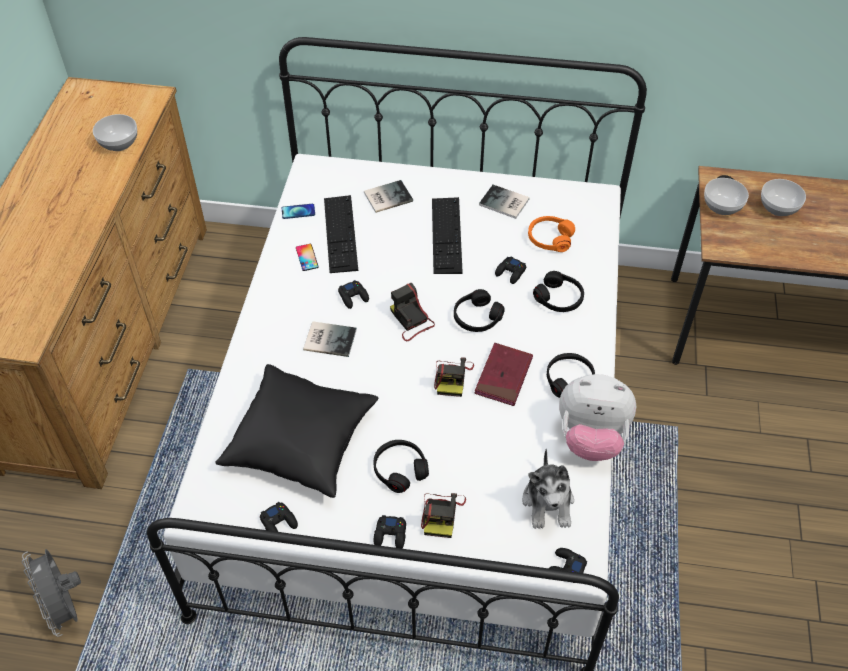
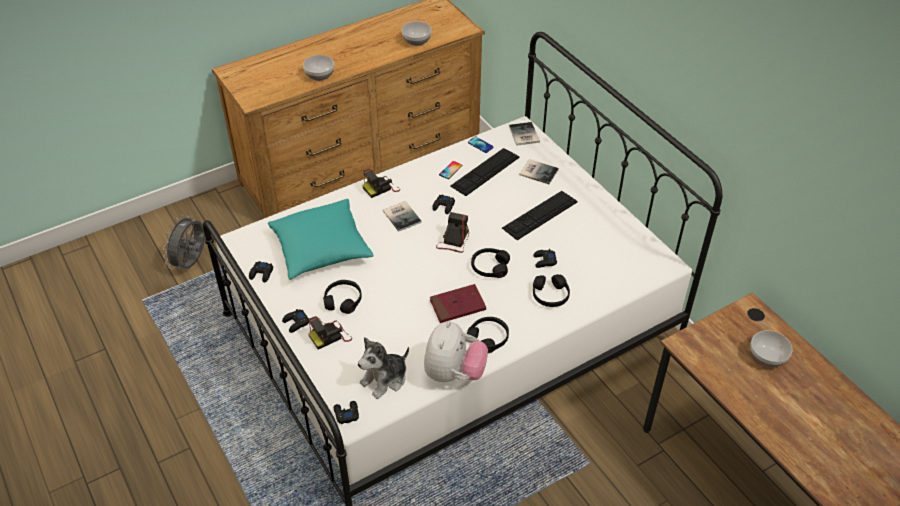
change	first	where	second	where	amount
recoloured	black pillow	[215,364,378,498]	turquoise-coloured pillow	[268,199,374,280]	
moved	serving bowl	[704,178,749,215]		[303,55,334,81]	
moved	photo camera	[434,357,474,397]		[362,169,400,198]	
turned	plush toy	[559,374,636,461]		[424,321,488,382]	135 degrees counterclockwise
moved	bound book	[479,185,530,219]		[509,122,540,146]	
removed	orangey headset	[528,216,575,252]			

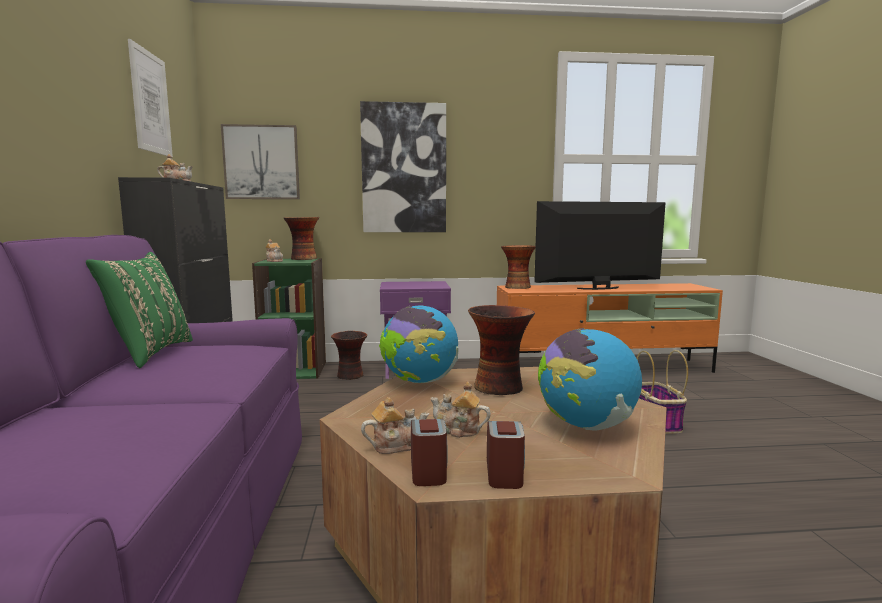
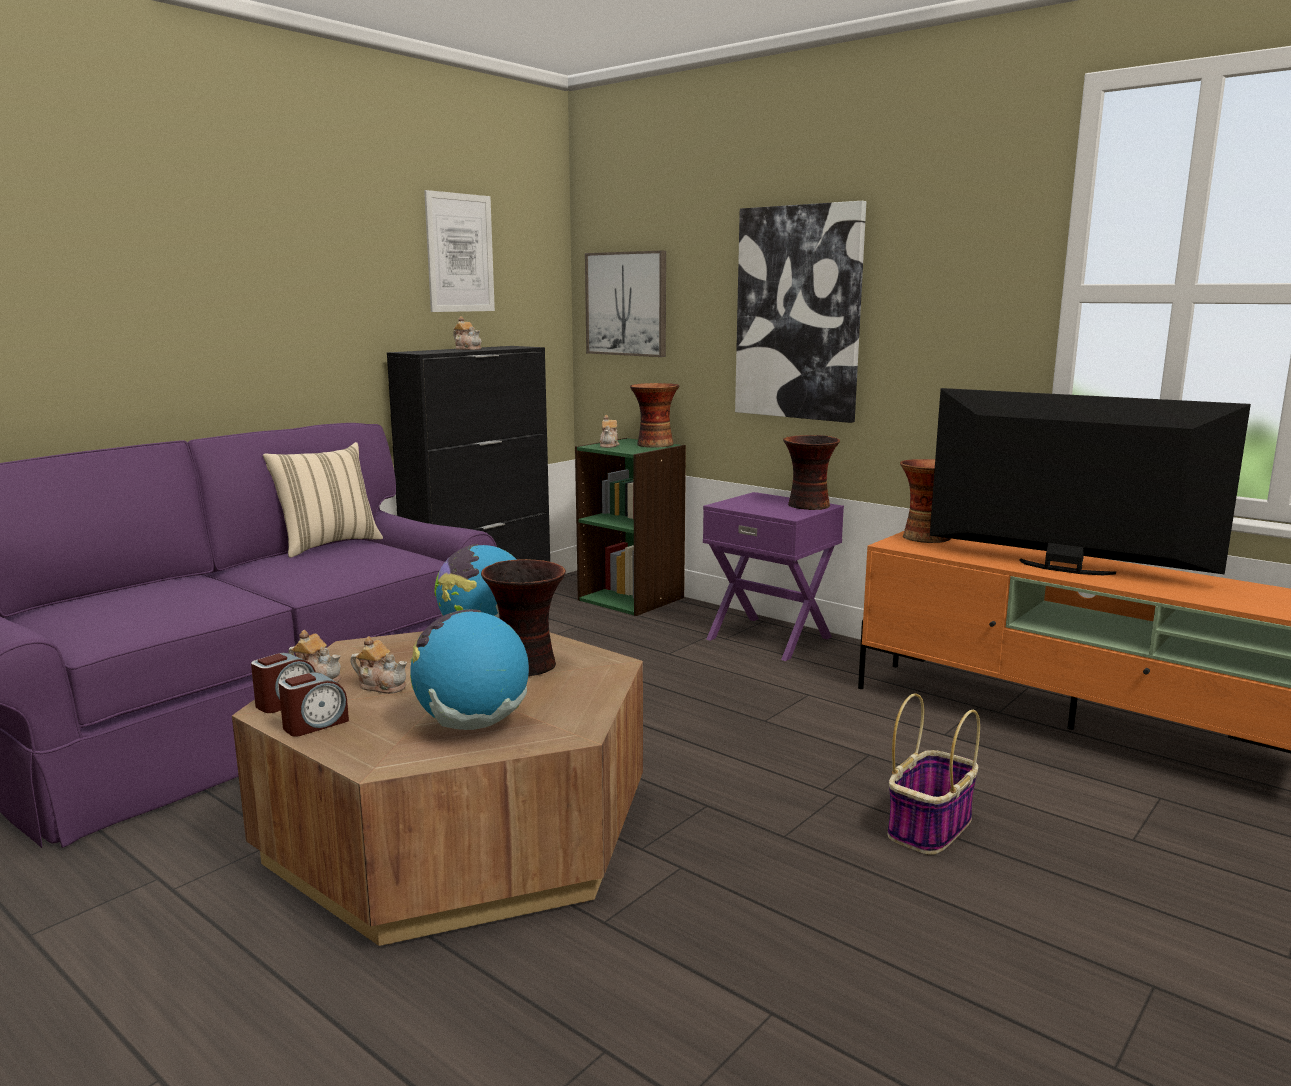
change	first	where	second	where	amount
recoloured	green pillow	[86,252,193,368]	beige-coloured pillow	[263,442,383,558]	
turned	tea pot	[431,381,491,438]		[350,636,407,694]	135 degrees clockwise
moved	decorative vase	[331,331,367,380]		[783,435,840,510]	

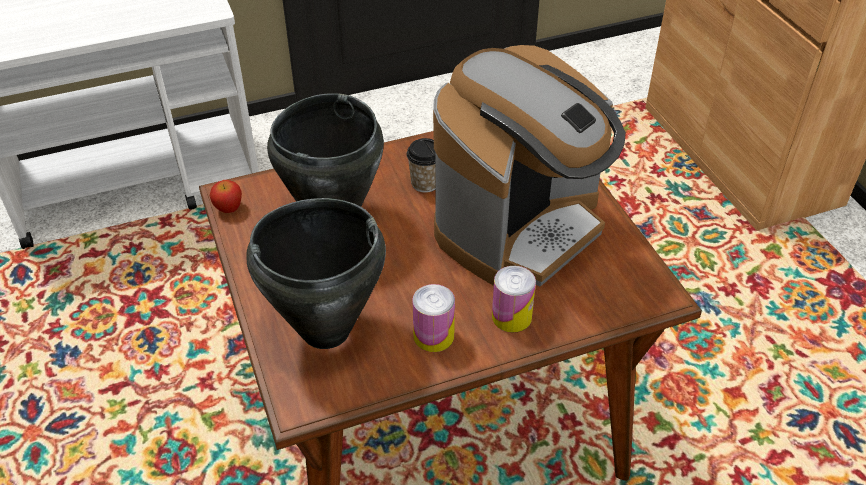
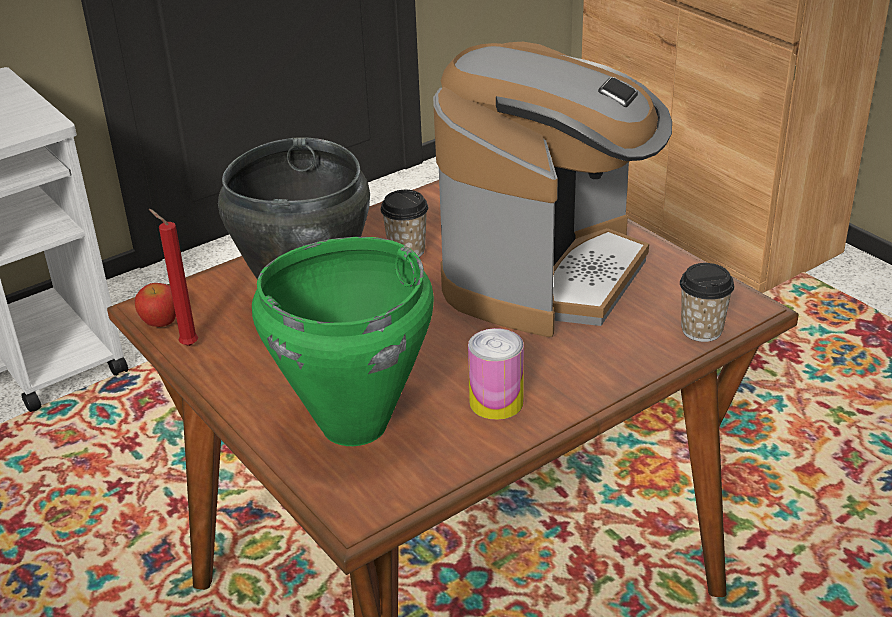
change	first	where	second	where	amount
added			red wax candle	[149,209,198,346]	
recoloured	black cooking pot	[246,198,386,349]	green cooking pot	[252,237,434,446]	
added			drinking cup	[680,263,734,342]	
removed	can	[492,266,536,333]			

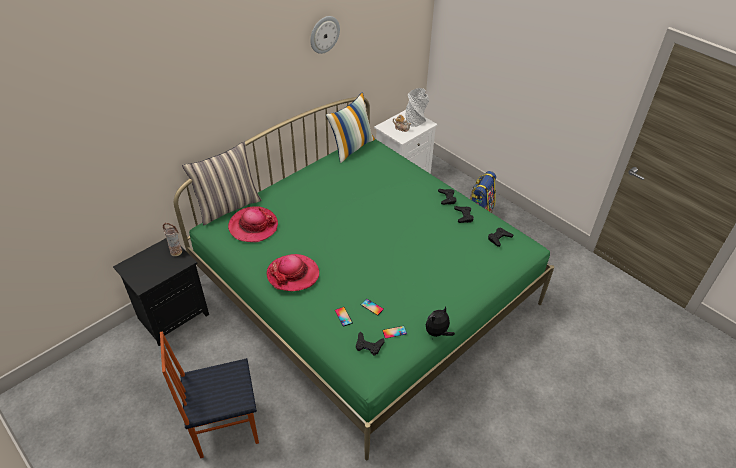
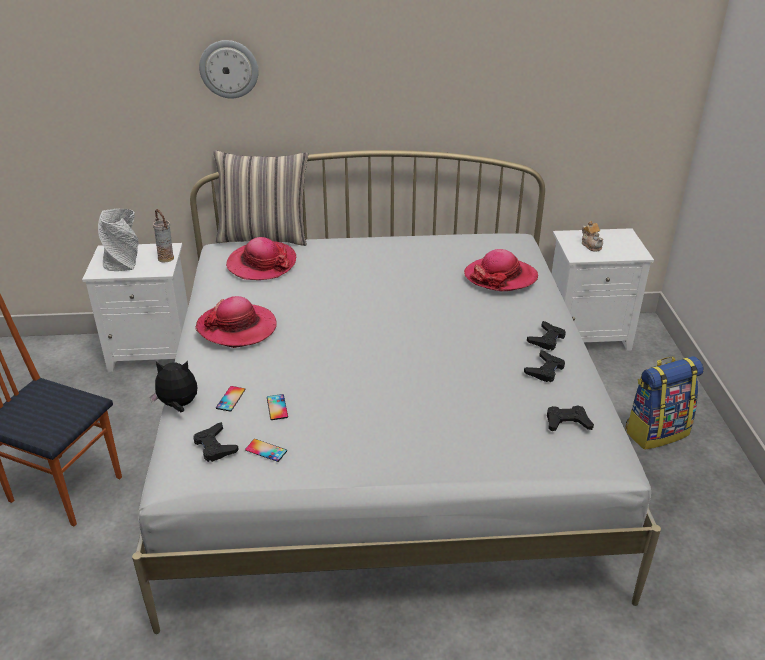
change	first	where	second	where	amount
recoloured	black night table	[113,238,209,346]	white-coloured night table	[82,243,188,372]	
moved	gray decorative vase	[406,88,429,127]		[98,209,139,271]	
recoloured	green sleeping bed	[174,97,554,460]	white-coloured sleeping bed	[132,150,661,634]	
moved	plush toy	[426,306,455,339]		[150,361,197,412]	
moved	wall clock	[310,16,340,54]		[199,40,258,99]	
added			hat	[464,249,538,291]	
removed	pillow	[326,92,375,163]			

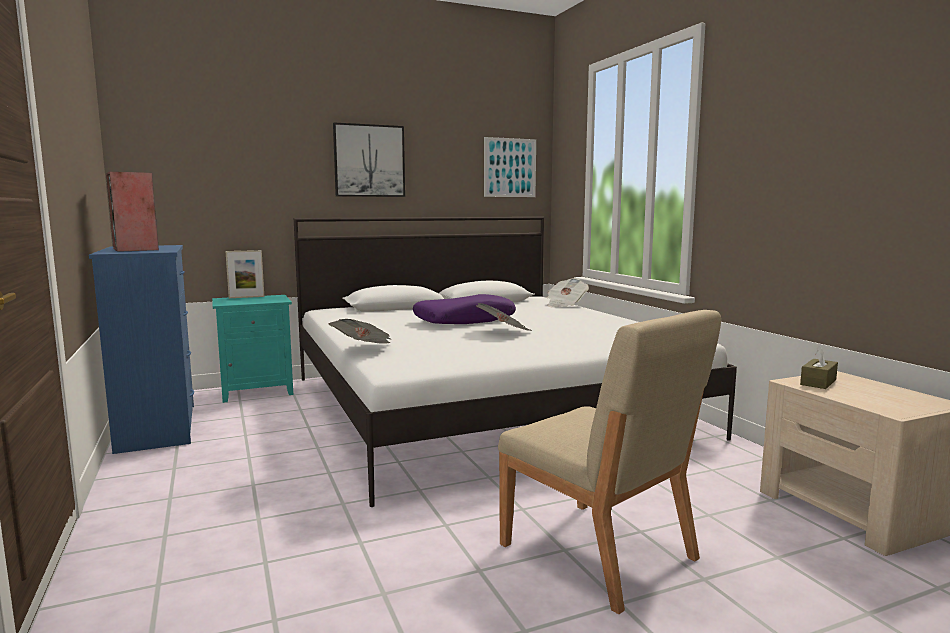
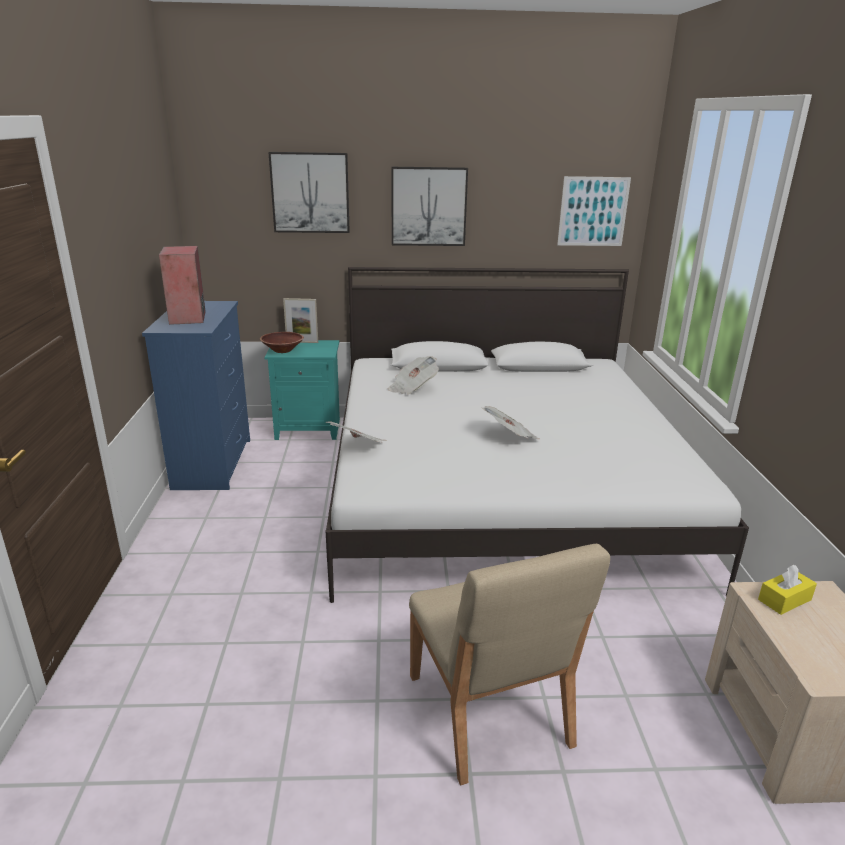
change	first	where	second	where	amount
added			brown-coloured serving bowl	[260,332,304,353]	
added			picture	[268,152,350,233]	
moved	newspaper	[547,278,589,308]		[388,356,439,395]	
recoloured	brown-coloured box of tissues	[800,346,838,389]	yellow box of tissues	[758,564,817,615]	
removed	purple pillow	[413,294,516,324]			

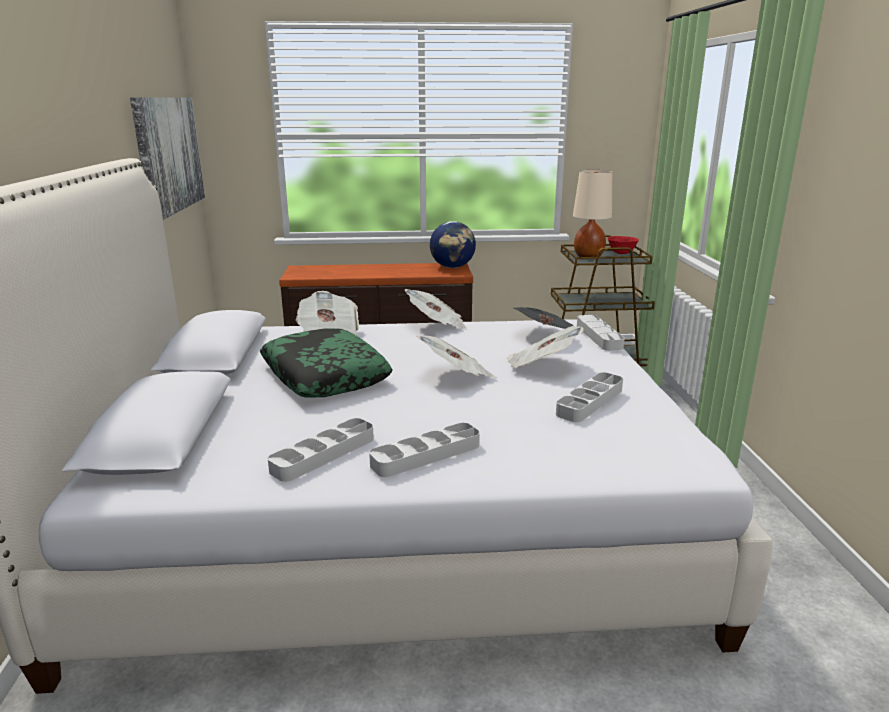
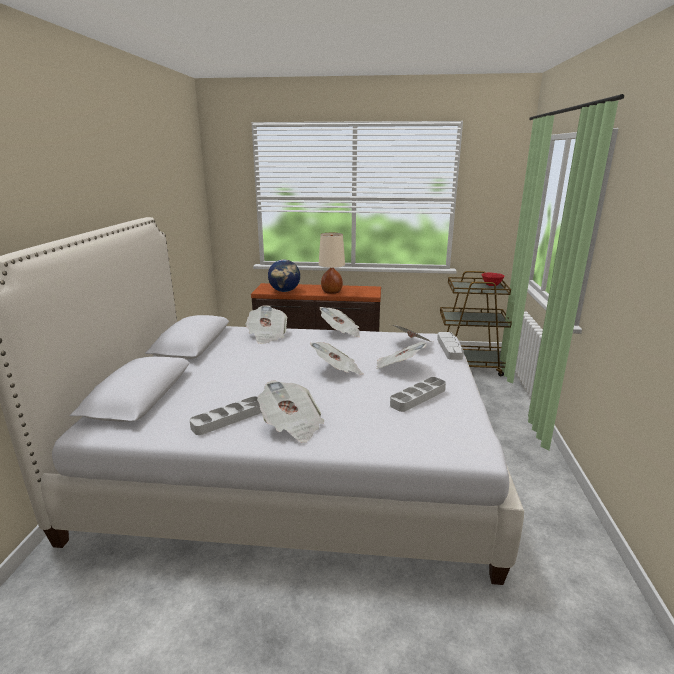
change	first	where	second	where	amount
replaced	gray carrying tray	[369,423,480,477]	newspaper	[257,380,324,443]	
moved	world globe	[430,221,476,268]		[268,259,300,292]	
moved	beige-coloured table lamp	[573,170,612,257]		[319,233,345,294]	
removed	picture	[130,97,205,220]			
removed	pillow	[260,328,393,398]			

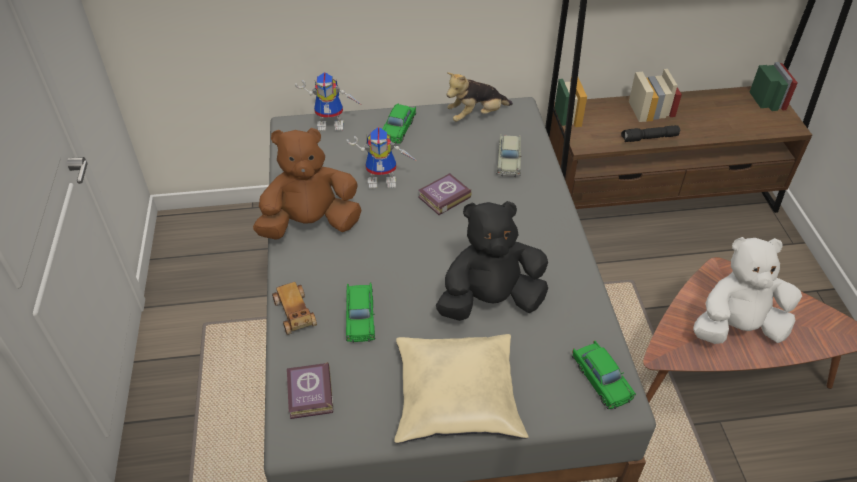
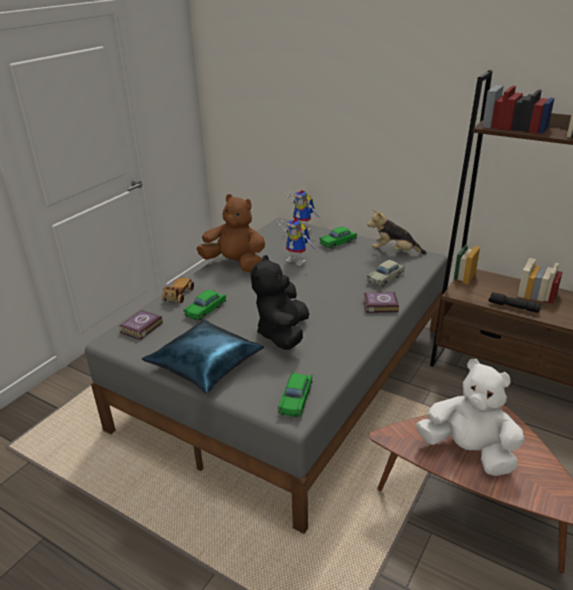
change	first	where	second	where	amount
recoloured	beige-coloured pillow	[394,334,529,443]	blue-coloured pillow	[142,320,264,394]	
turned	black plush toy	[436,201,548,321]		[251,255,309,350]	105 degrees counterclockwise
moved	bound book	[418,173,471,215]		[363,292,399,313]	

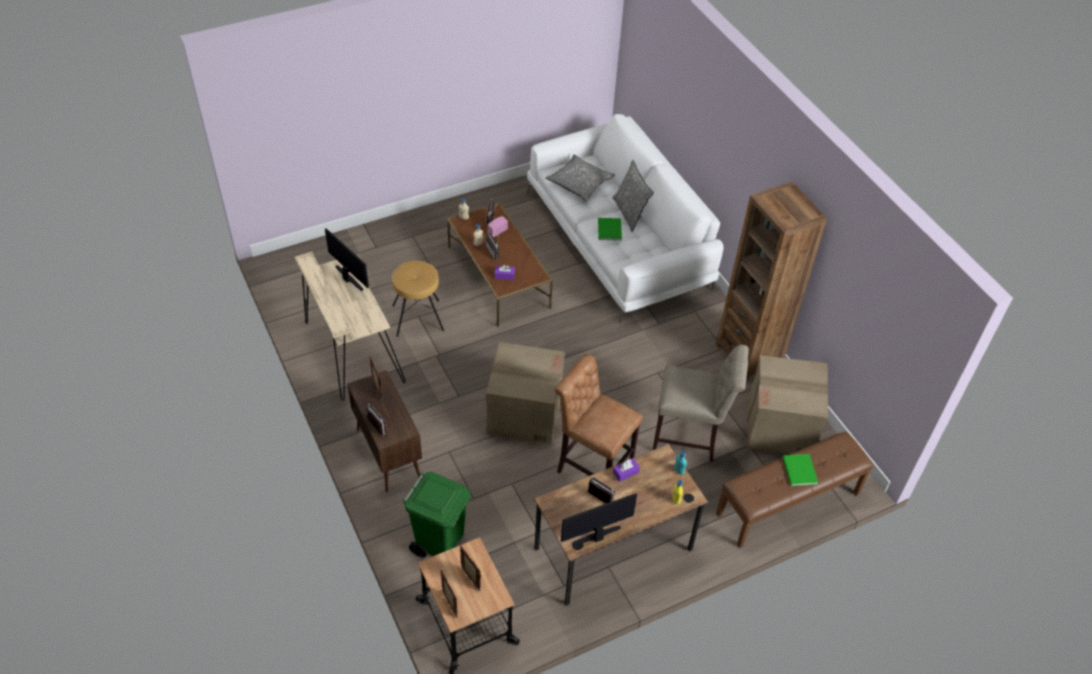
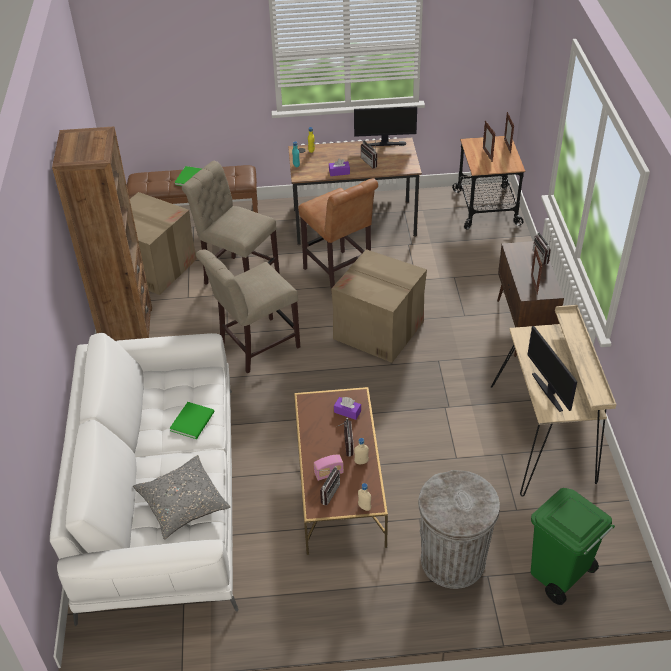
change	first	where	second	where	amount
added			beige-coloured plain chair	[196,249,300,374]	
added			gray waste bin	[418,470,500,589]	
moved	green waste bin	[402,472,471,557]		[531,488,615,605]	
removed	brown-coloured stool seat	[392,261,444,337]			
removed	gray pillow	[613,160,654,232]			

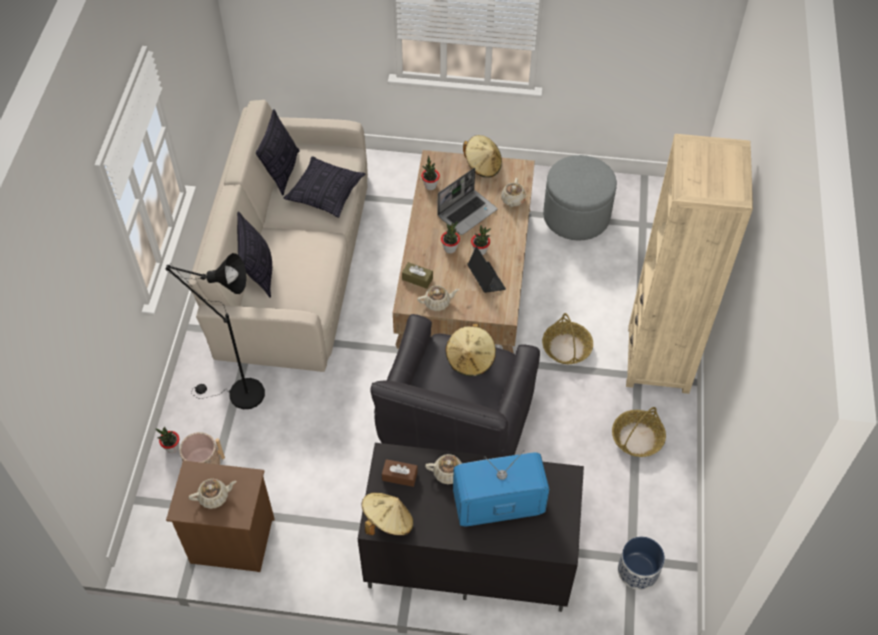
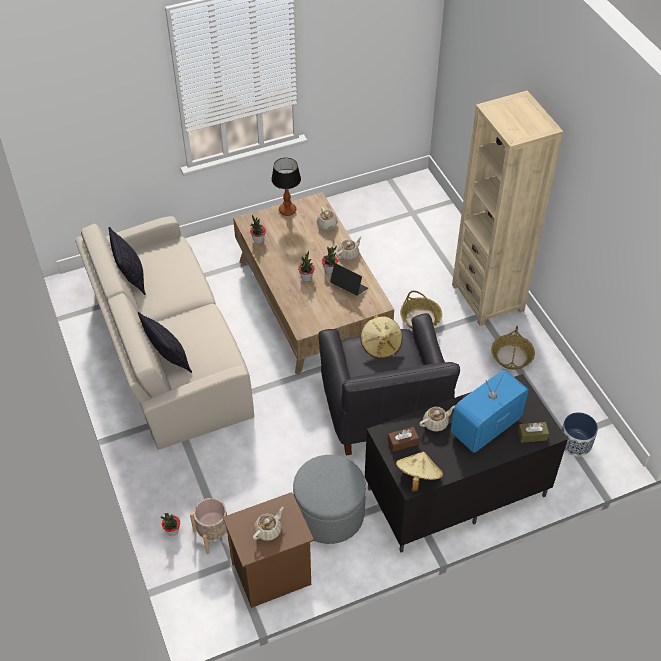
change	first	where	second	where	amount
replaced	beige-coloured hat	[463,135,502,178]	table lamp	[271,158,301,216]	
moved	gray ottoman	[543,155,617,241]		[293,455,366,544]	
moved	beige-coloured tea pot	[417,286,459,311]		[336,236,362,260]	
moved	brown-coloured box of tissues	[402,262,433,289]		[518,422,549,443]	
removed	black standing lamp	[166,253,265,409]			
removed	pillow	[284,156,365,218]			
removed	portable computer	[438,168,497,235]			

